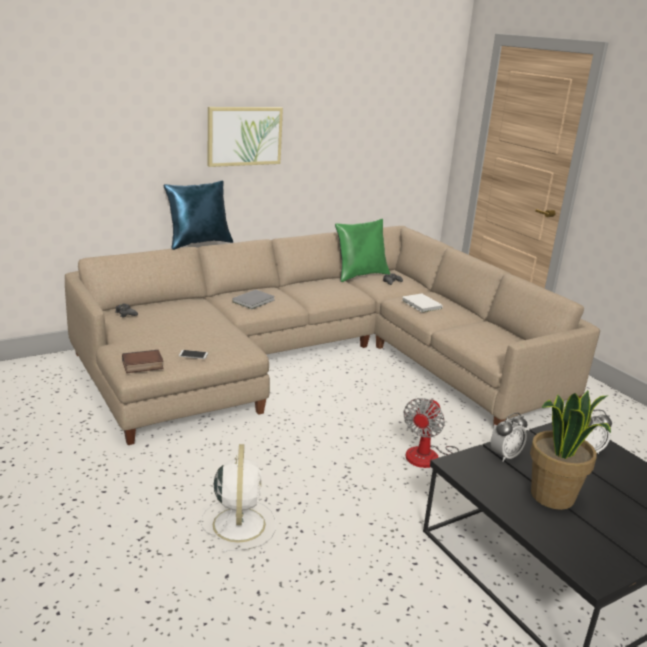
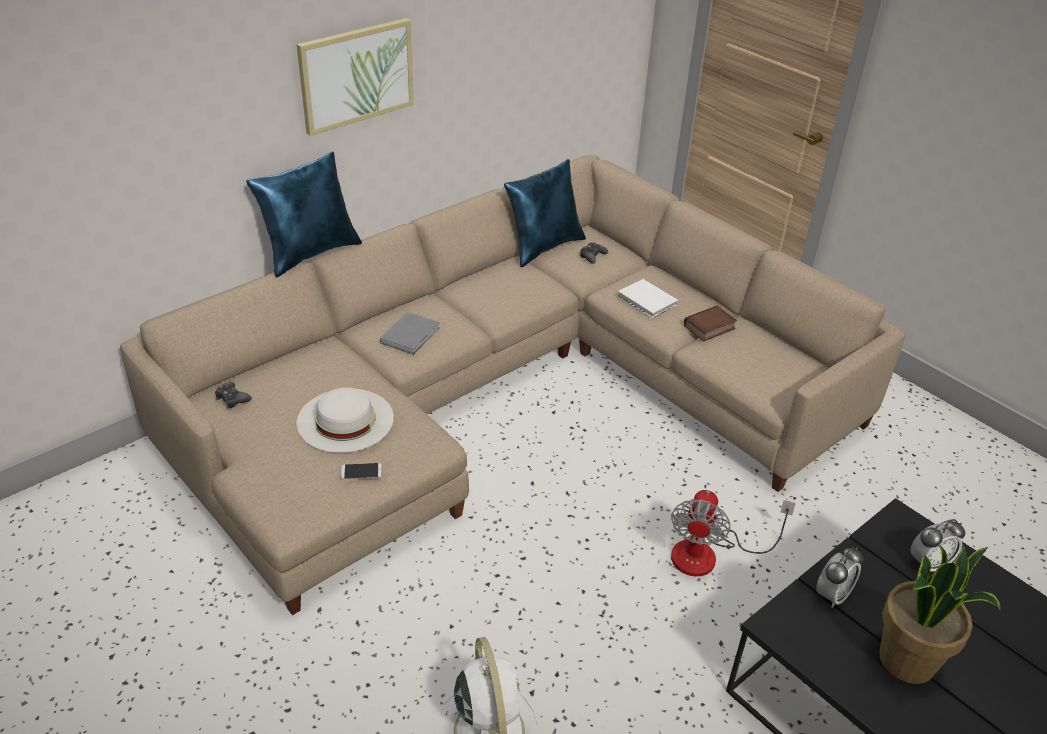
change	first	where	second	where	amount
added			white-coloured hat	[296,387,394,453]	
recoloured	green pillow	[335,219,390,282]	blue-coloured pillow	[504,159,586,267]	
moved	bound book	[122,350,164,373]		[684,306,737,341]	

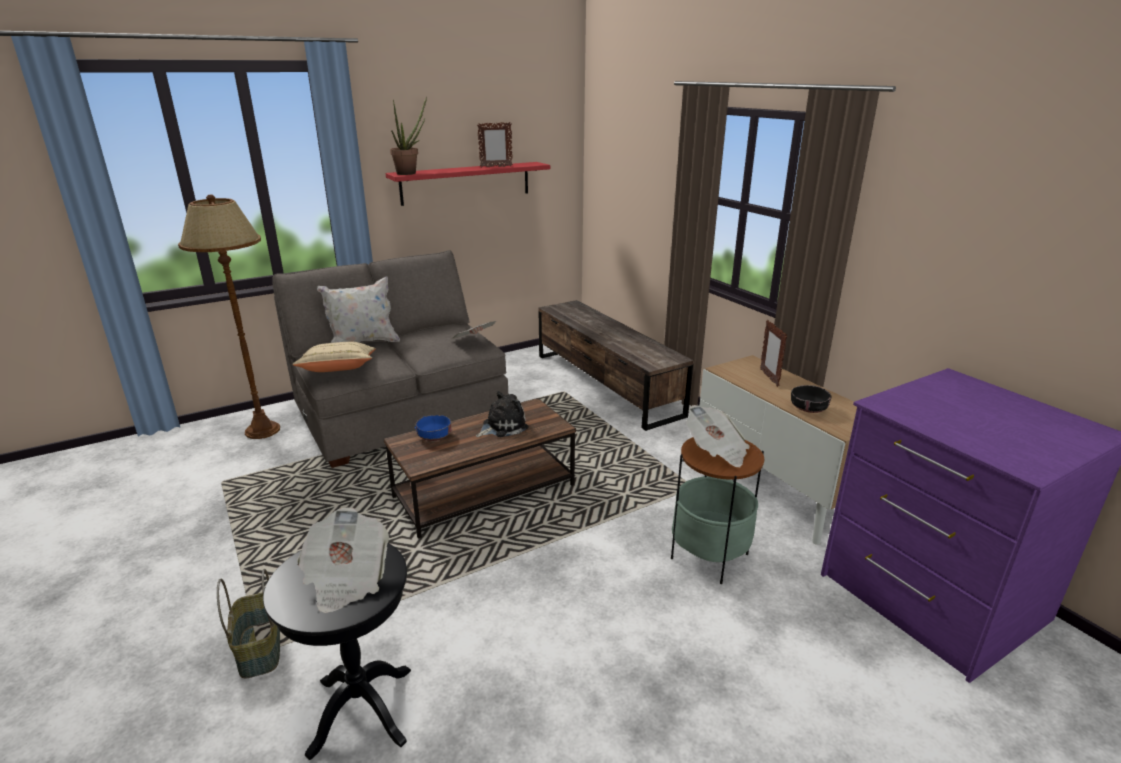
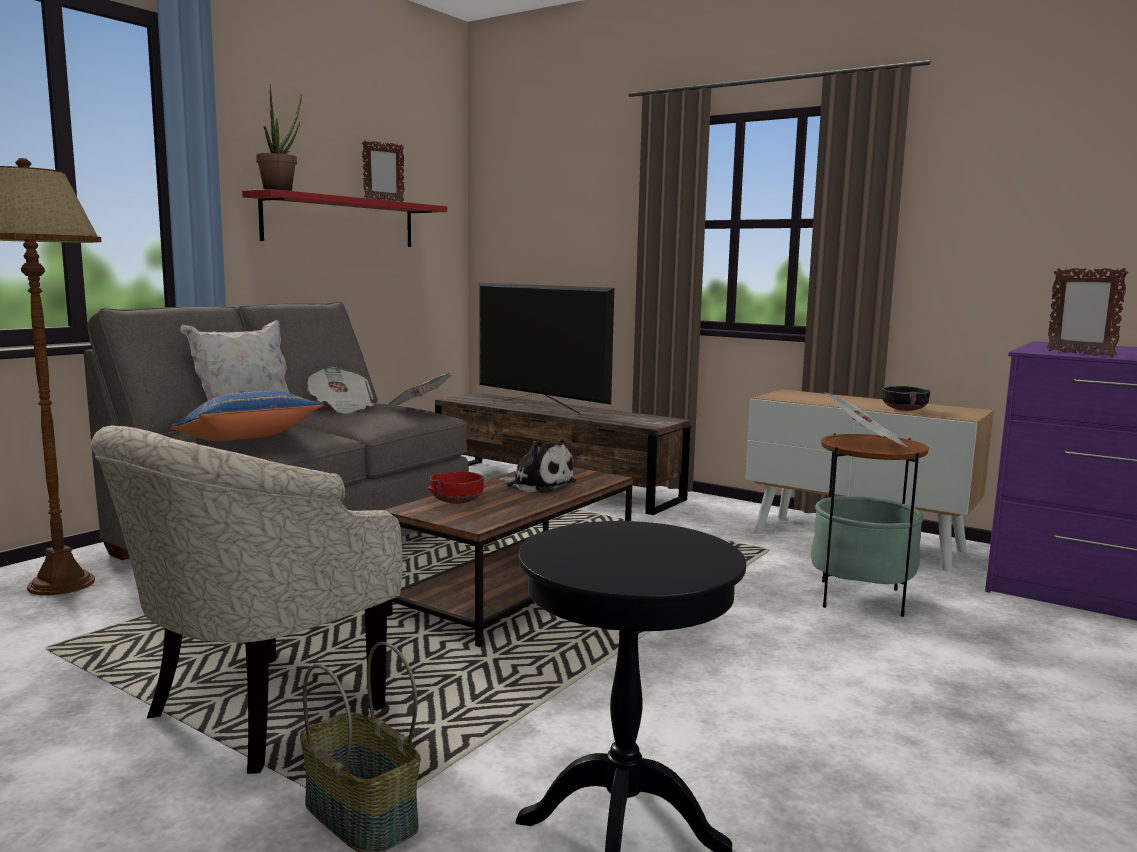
change	first	where	second	where	amount
added			beige-coloured easy chair	[91,425,402,774]	
recoloured	beige-coloured pillow	[292,342,376,372]	blue-coloured pillow	[170,391,324,441]	
moved	newspaper	[297,508,389,613]		[307,367,374,414]	
recoloured	blue-coloured serving bowl	[415,415,452,441]	red serving bowl	[427,472,486,504]	
added			television	[479,283,614,415]	
turned	plush toy	[476,391,529,437]		[497,439,576,493]	90 degrees clockwise
moved	standing frame	[760,320,787,387]		[1047,267,1128,357]	

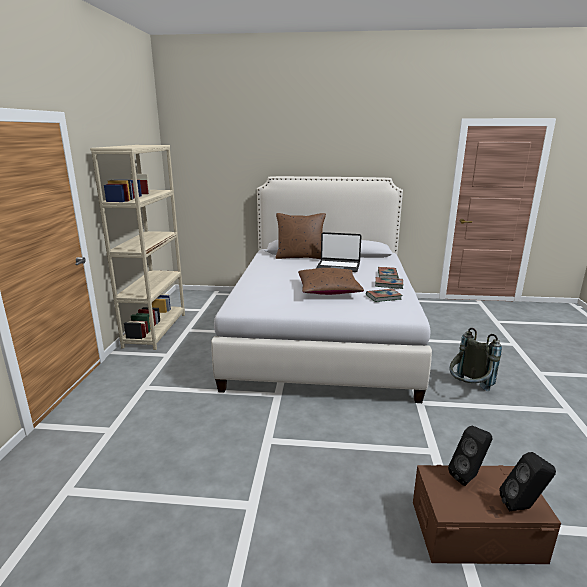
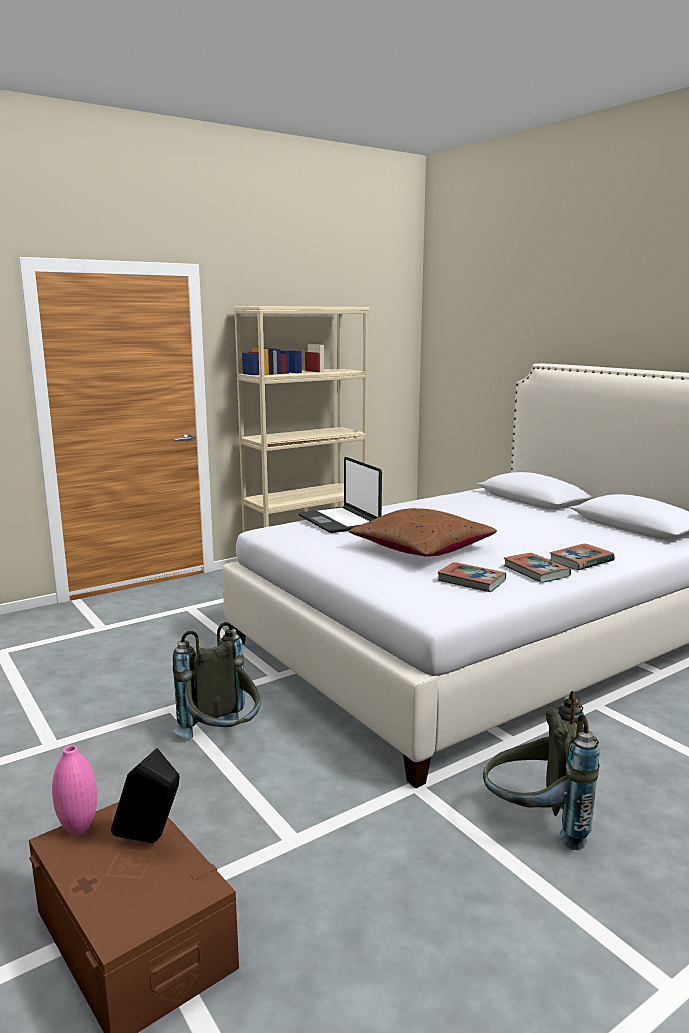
change	first	where	second	where	amount
added			pink-coloured decorative vase	[52,745,97,835]	
added			gray rucksack	[173,622,261,738]	
moved	portable computer	[316,232,362,272]		[299,457,382,533]	
removed	brown-coloured pillow	[275,213,326,259]			
removed	black audio speaker	[500,452,556,511]			

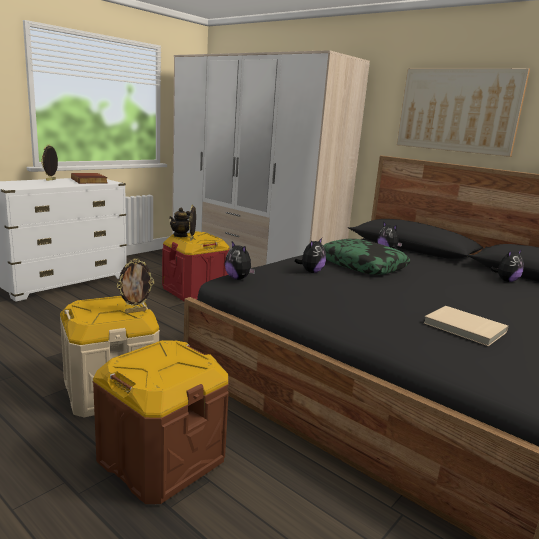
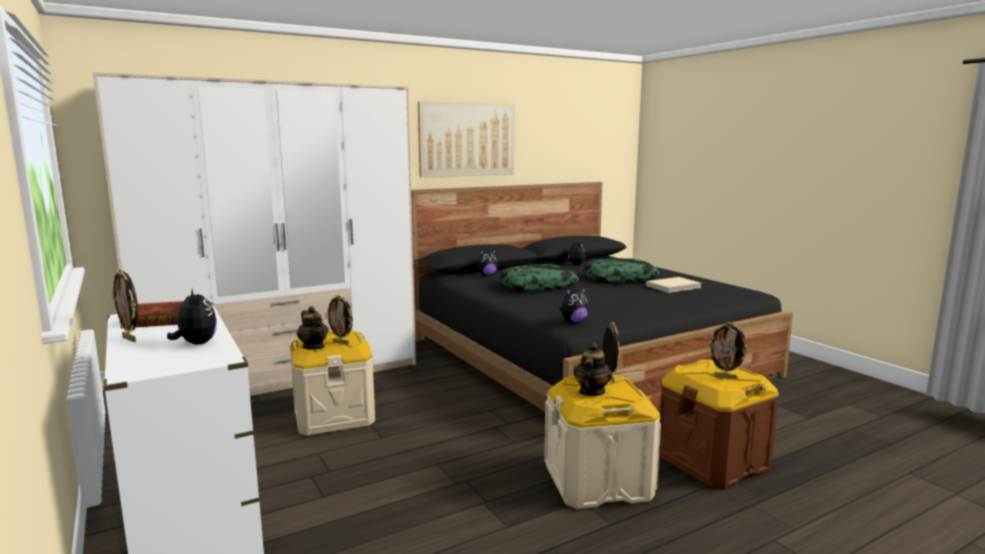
change	first	where	second	where	amount
moved	plush toy	[295,238,326,273]		[167,288,217,344]	
recoloured	red storage bin	[162,232,230,301]	beige-coloured storage bin	[290,331,375,436]	
added			tea pot	[574,343,612,396]	
added			pillow	[580,258,660,283]	
added			standing frame	[708,322,749,380]	

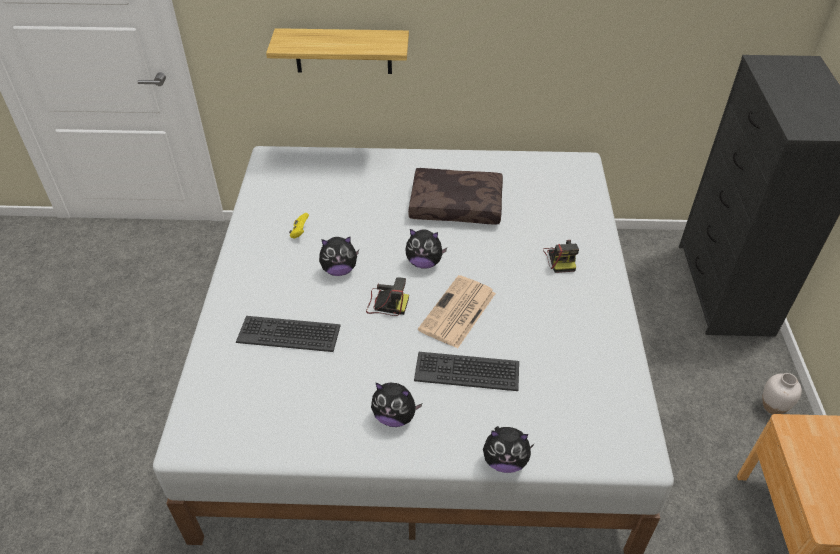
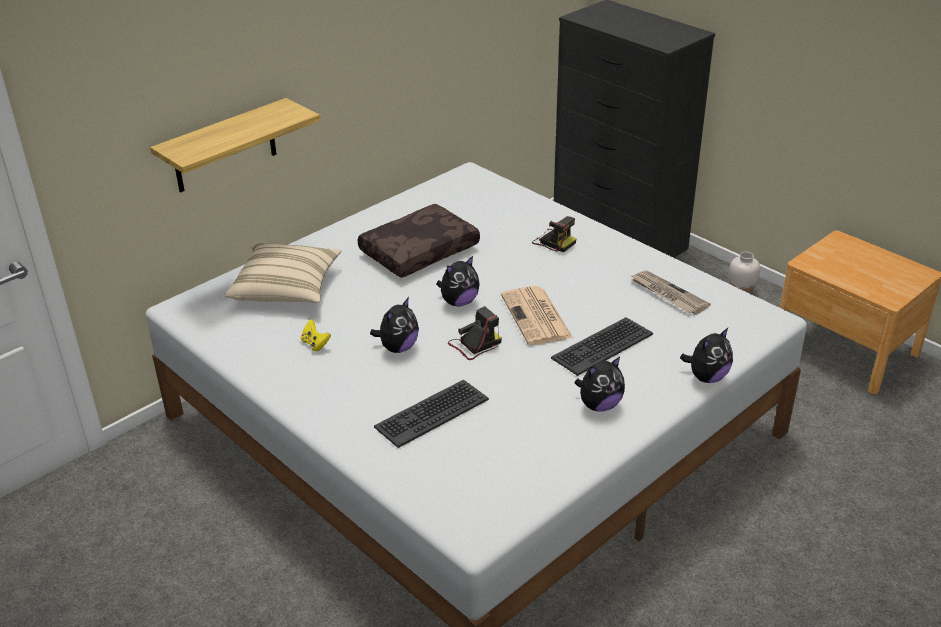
change	first	where	second	where	amount
added			beige-coloured pillow	[225,243,341,303]	
added			newspaper	[630,270,711,314]	

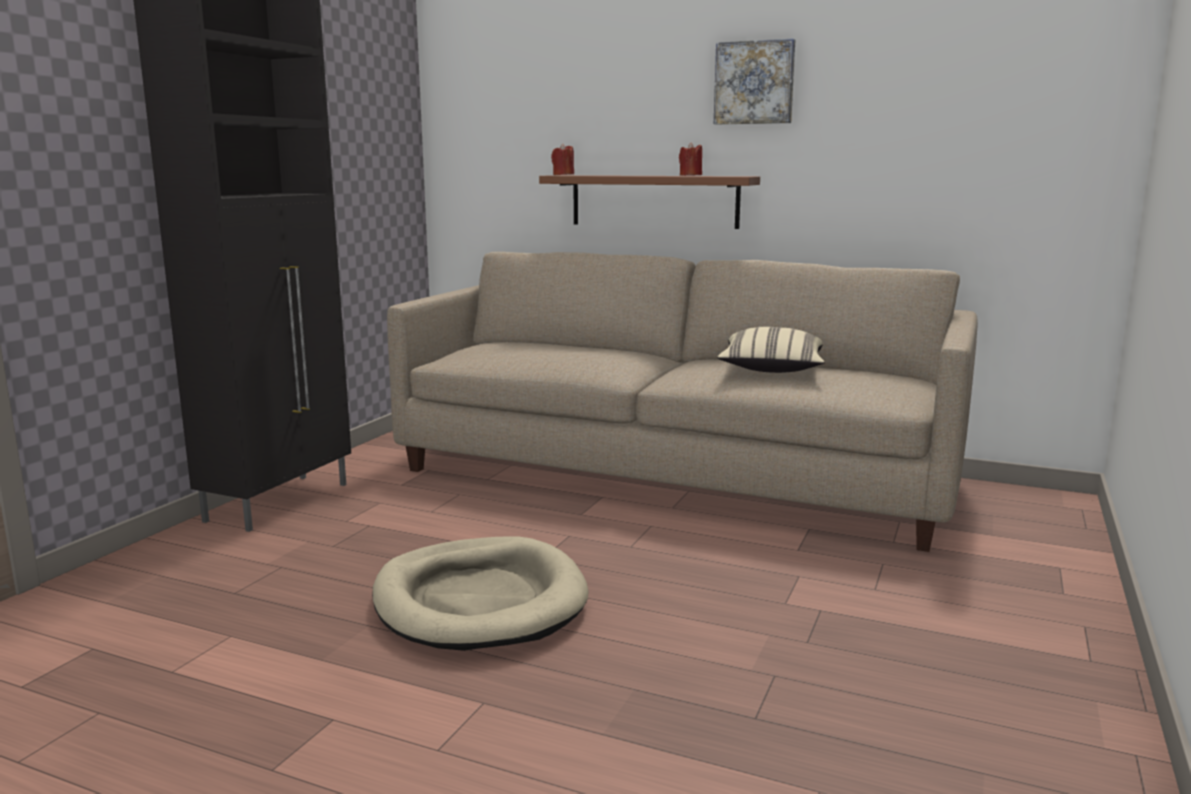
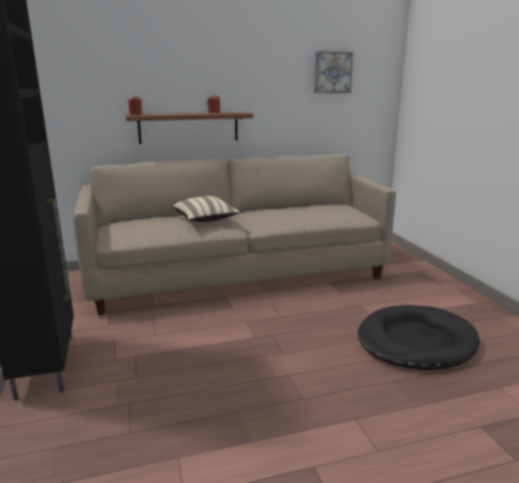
change	first	where	second	where	amount
moved	beige-coloured pillow	[717,327,824,373]		[173,196,241,222]	
moved	picture	[714,38,795,124]		[314,51,353,93]	
added			black dog cushion	[358,305,480,370]	
removed	beige-coloured dog cushion	[372,536,589,651]			

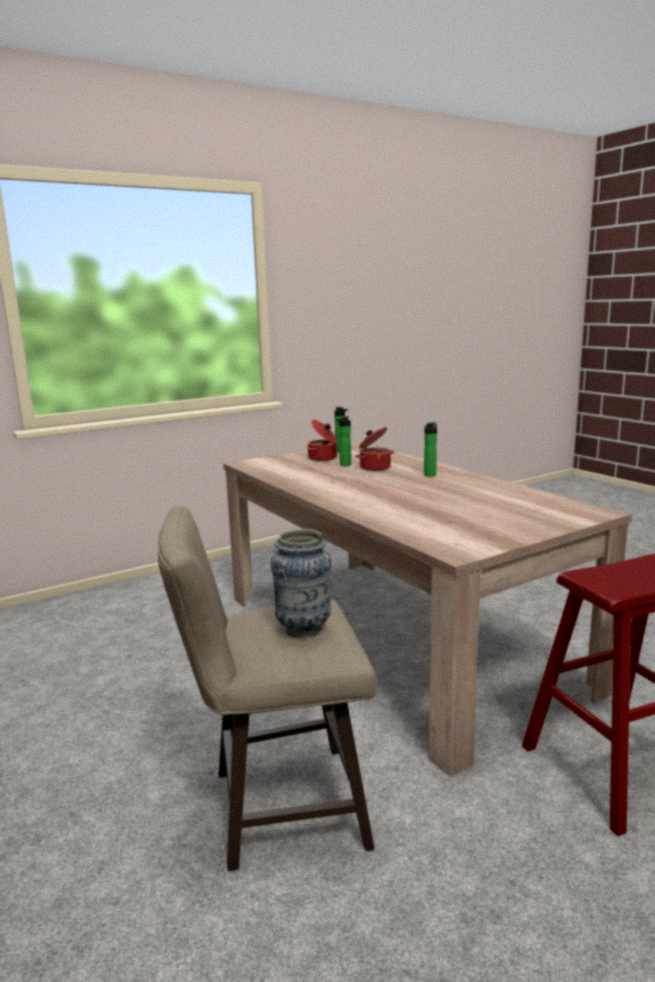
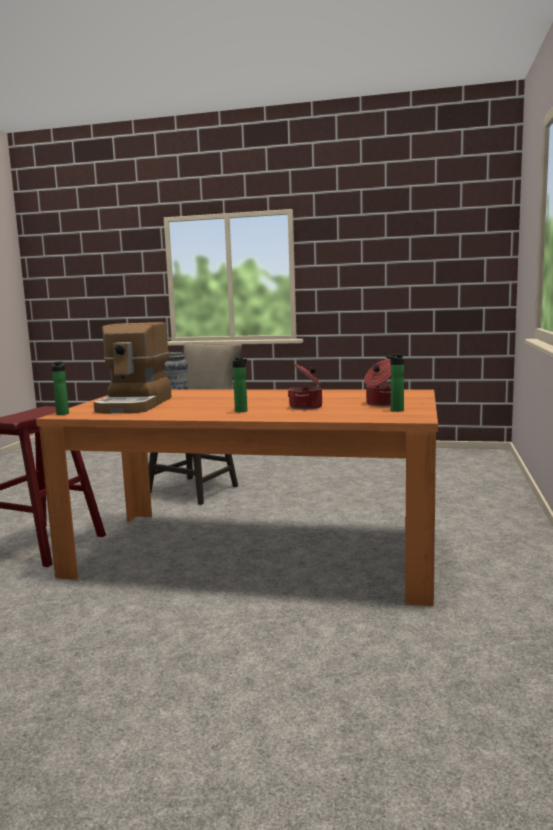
change	first	where	second	where	amount
recoloured	beige-coloured kitchen table	[223,441,632,777]	orangey kitchen table	[36,389,438,606]	
moved	drink bottle	[337,416,351,466]		[51,361,69,415]	
added			coffee brewer	[94,322,172,414]	

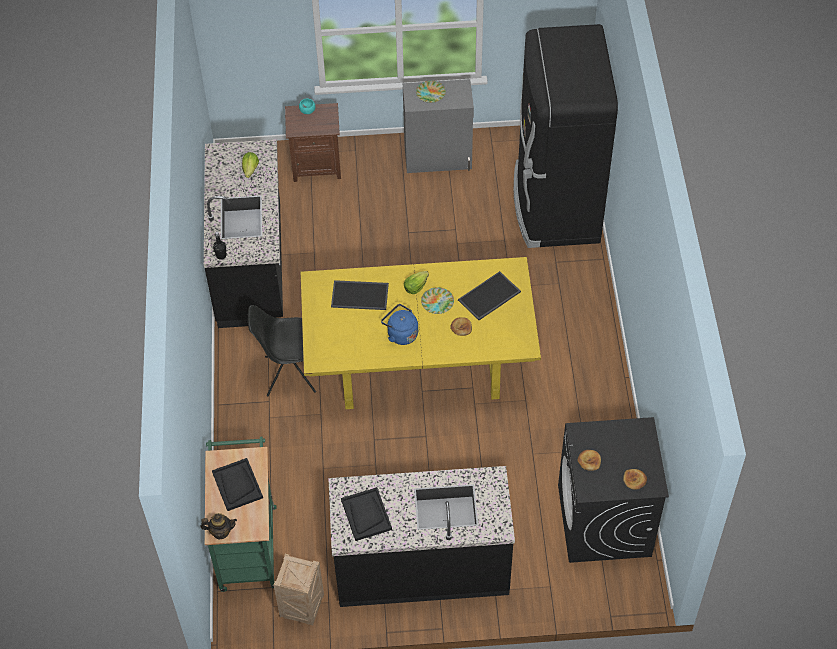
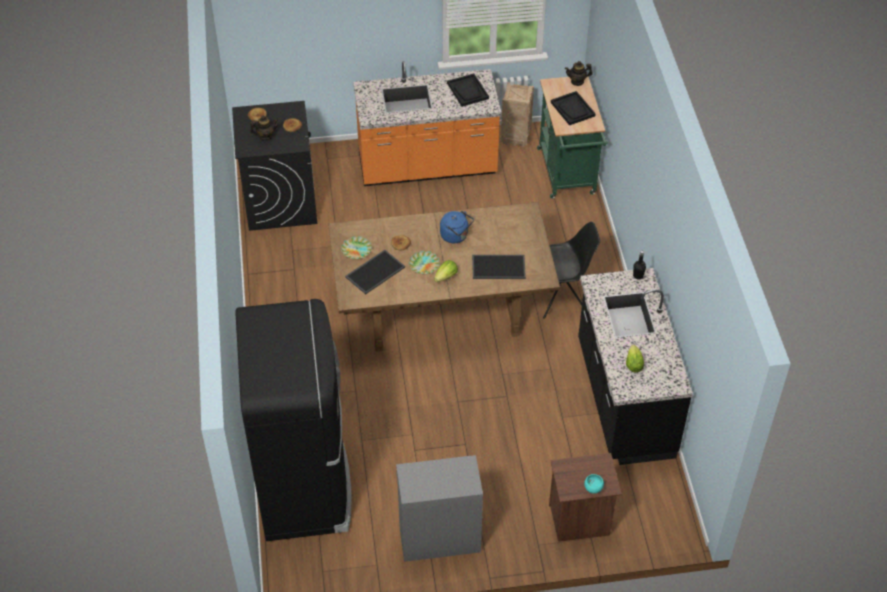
change	first	where	second	where	amount
added			tea pot	[250,115,278,140]	
recoloured	yellow kitchen table	[300,257,541,409]	brown-coloured kitchen table	[328,202,560,352]	
moved	dinner plate	[416,81,446,103]		[341,236,372,259]	
recoloured	black kitchen base unit	[328,466,515,607]	orangey kitchen base unit	[353,61,502,186]	

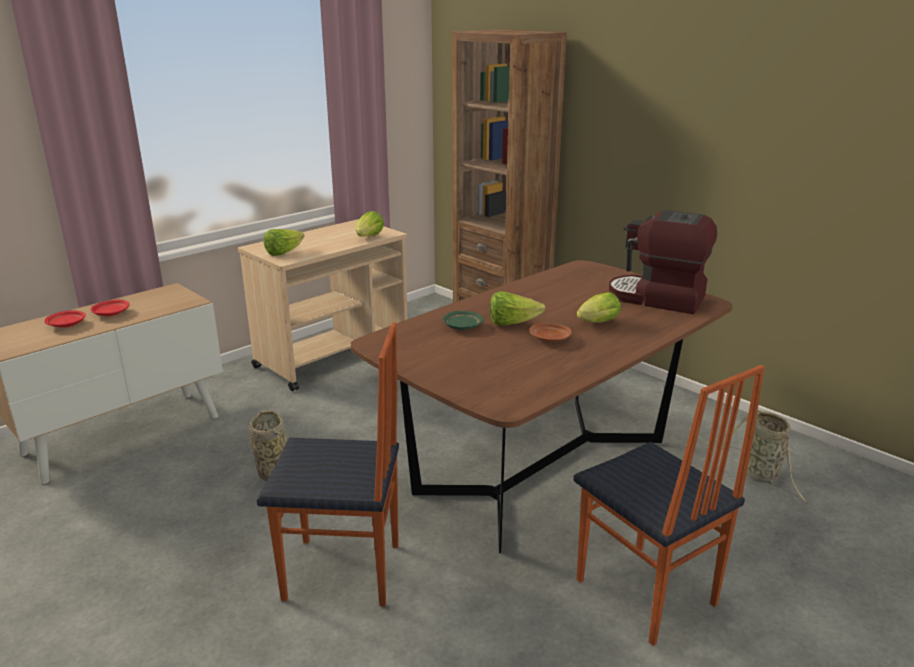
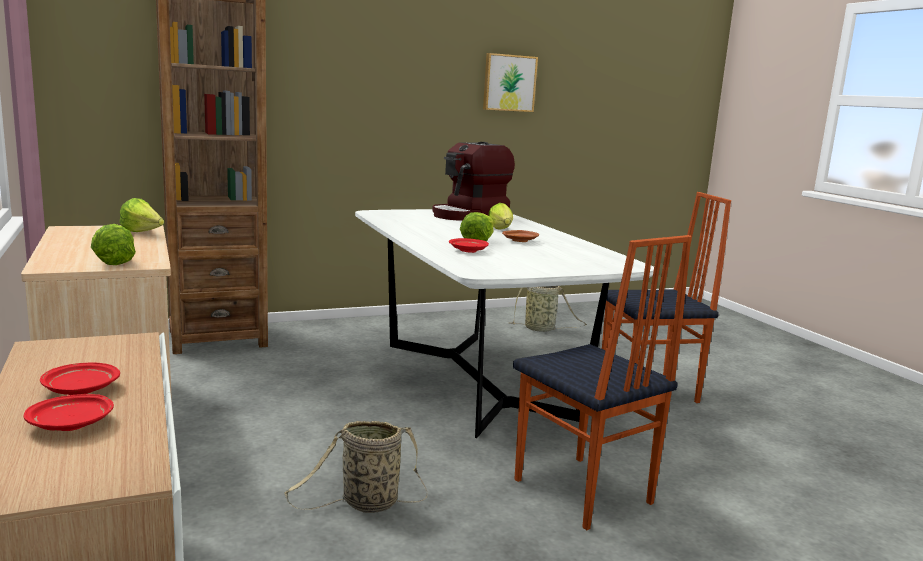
change	first	where	second	where	amount
recoloured	brown-coloured kitchen table	[351,260,732,553]	white-coloured kitchen table	[355,209,654,438]	
recoloured	green dinner plate	[442,311,483,330]	red dinner plate	[449,238,489,253]	
added			picture	[483,53,538,112]	
turned	plain chair	[257,322,399,607]		[513,235,692,530]	120 degrees clockwise

